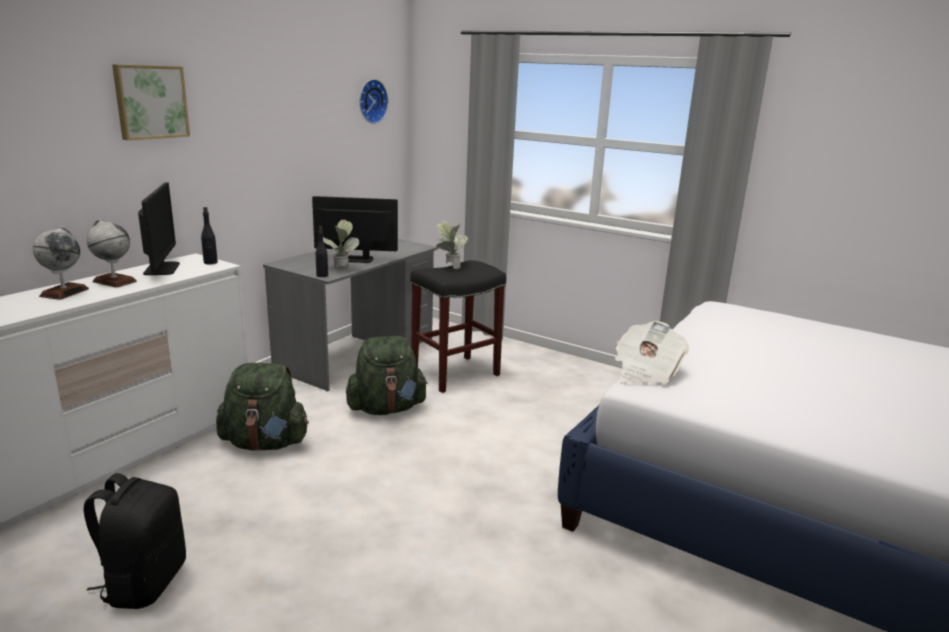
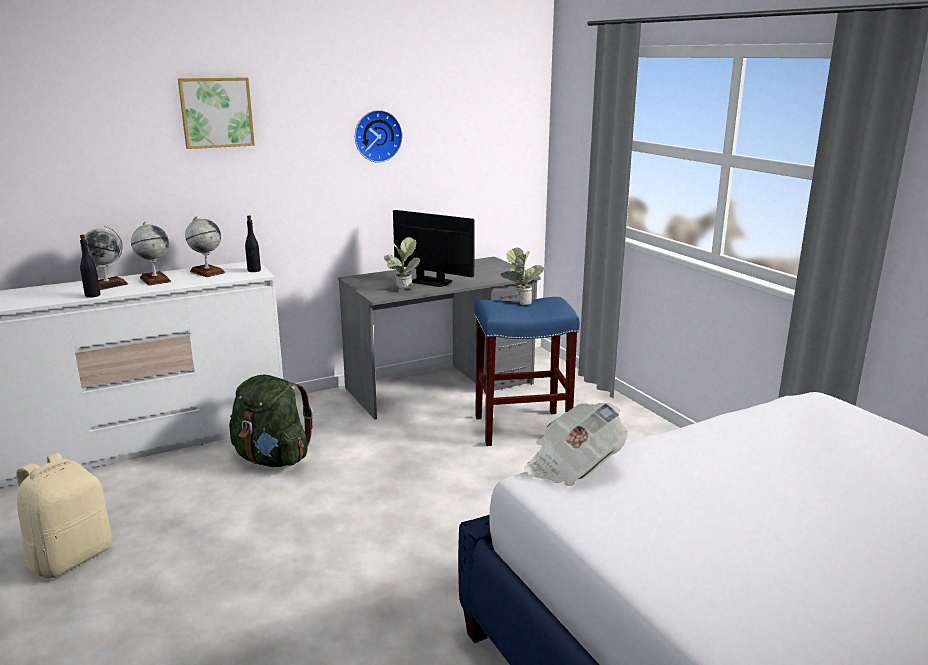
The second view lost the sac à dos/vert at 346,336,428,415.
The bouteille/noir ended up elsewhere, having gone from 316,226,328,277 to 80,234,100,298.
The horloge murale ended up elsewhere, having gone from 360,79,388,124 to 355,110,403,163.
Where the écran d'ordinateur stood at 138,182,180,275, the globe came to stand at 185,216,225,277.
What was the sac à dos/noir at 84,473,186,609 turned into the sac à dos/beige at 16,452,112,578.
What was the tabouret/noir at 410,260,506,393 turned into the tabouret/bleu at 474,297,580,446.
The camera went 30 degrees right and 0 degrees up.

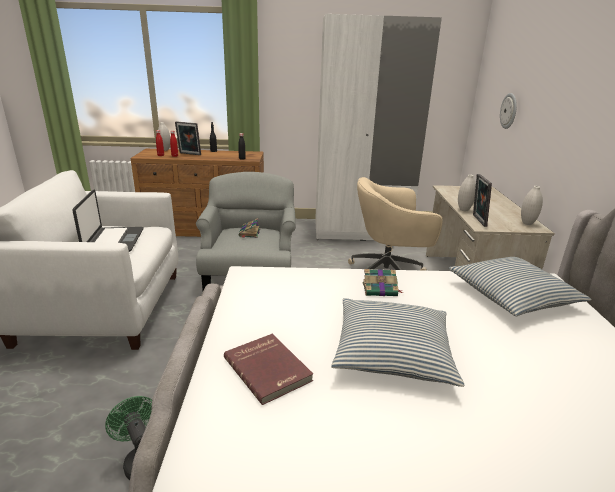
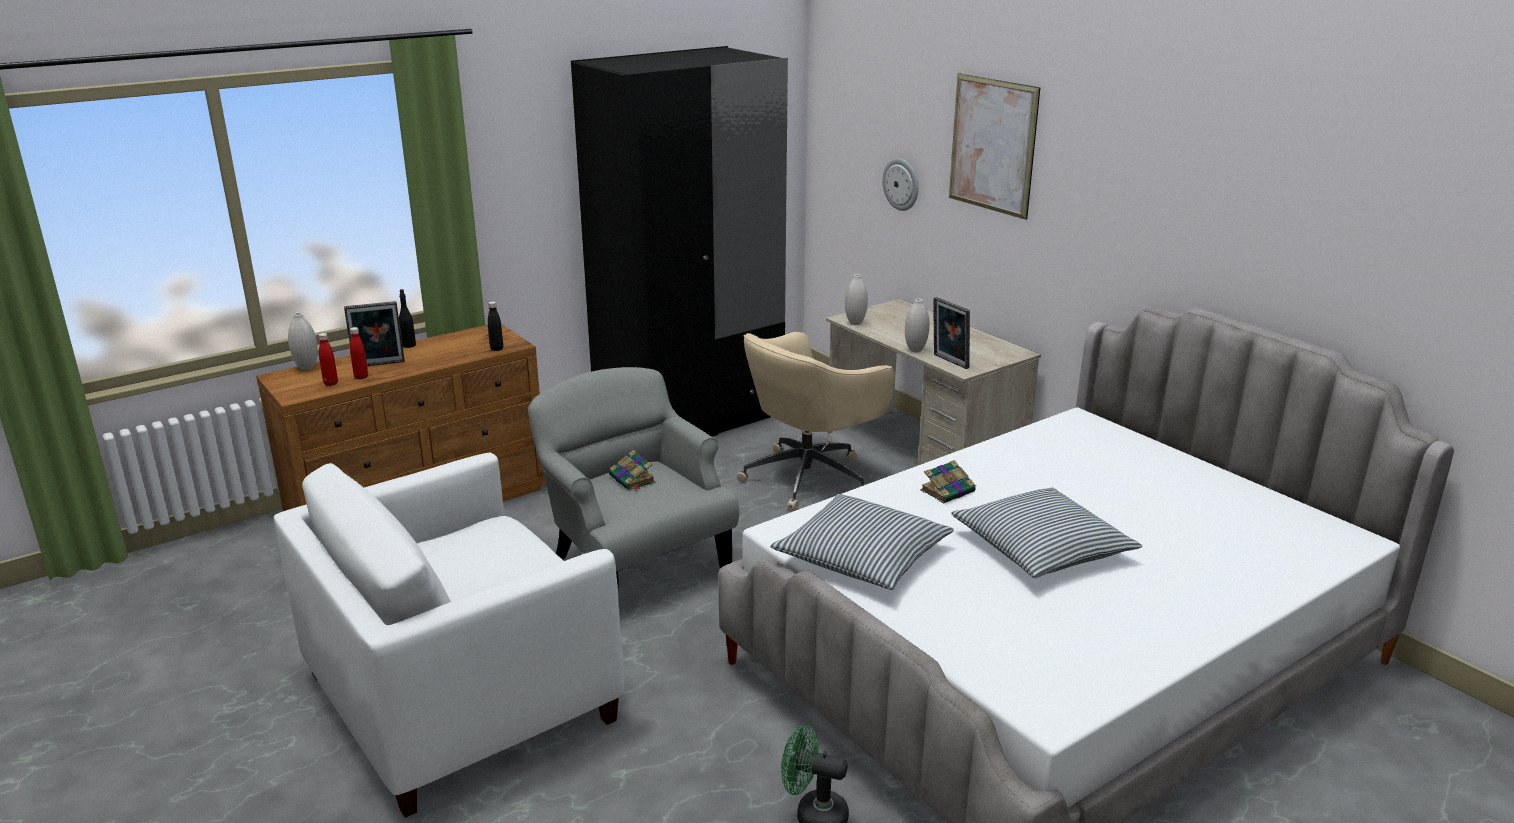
The second view lost the ordinateur portable at 72,190,144,252.
The second view lost the livre/rouge at 224,334,313,405.
The second view gained the tableau at 949,73,1040,220.
The coussin ended up elsewhere, having gone from 449,257,591,316 to 770,494,954,590.
The vase/blanc ended up elsewhere, having gone from 521,186,543,225 to 845,274,868,325.
What was the armoire/blanc at 315,14,442,241 turned into the armoire/noir at 571,46,788,437.
The camera went 35 degrees left and 0 degrees up.

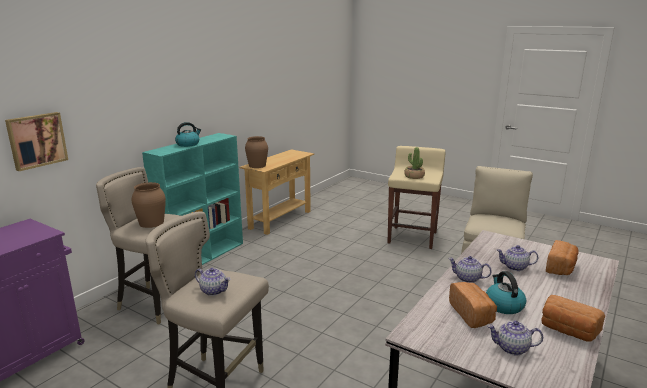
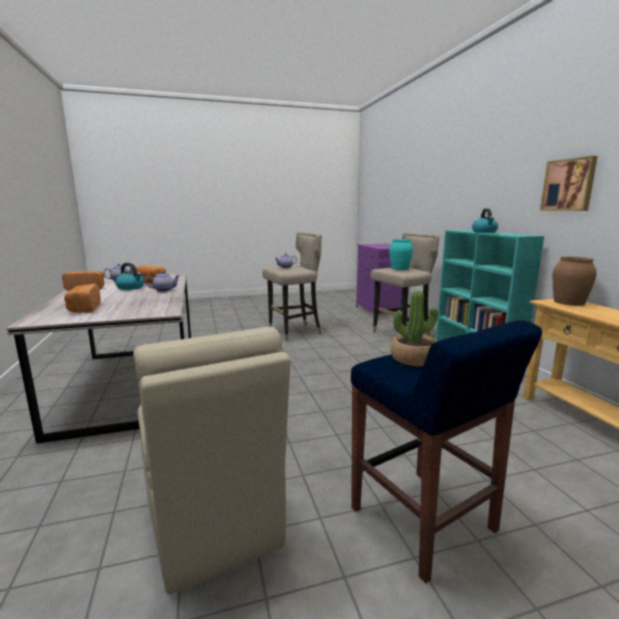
The second view lost the théière at 497,245,538,271.
The tableau ended up elsewhere, having gone from 5,112,68,171 to 540,156,598,211.
What was the vase/marron at 132,182,166,228 turned into the vase/turquoise at 389,239,413,270.
What was the tabouret/beige at 388,146,445,249 turned into the tabouret/bleu at 351,320,542,583.
The camera went 130 degrees right and 5 degrees down.

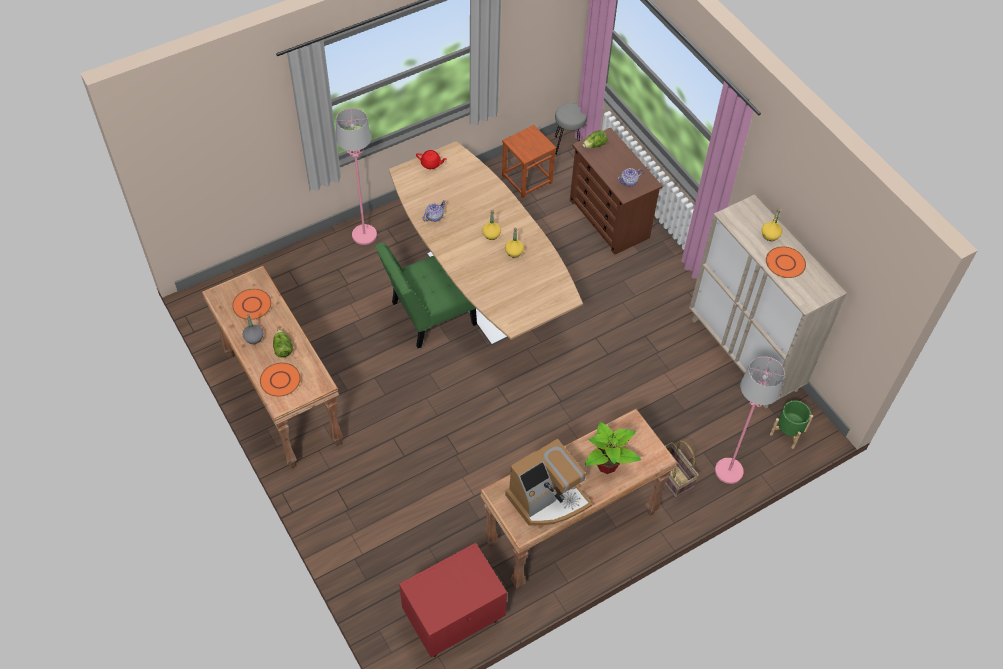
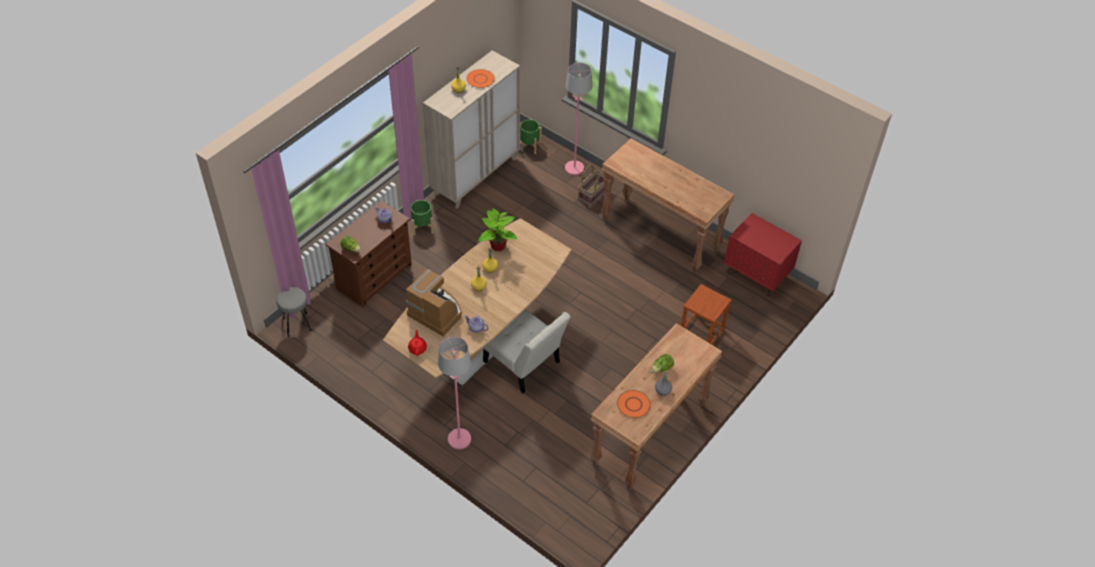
The second view lost the assiette/orange at 260,363,301,397.
The second view gained the cache-pot/vert at 410,200,434,236.
The tabouret/marron ended up elsewhere, having gone from 502,125,556,198 to 681,284,732,344.
The machine à café ended up elsewhere, having gone from 505,439,592,525 to 406,269,462,336.
The plante en pot ended up elsewhere, having gone from 585,422,641,474 to 478,208,517,251.
What was the chaise/vert at 375,243,477,348 turned into the chaise/blanc at 483,309,571,394.
The camera went 110 degrees left and 5 degrees down.

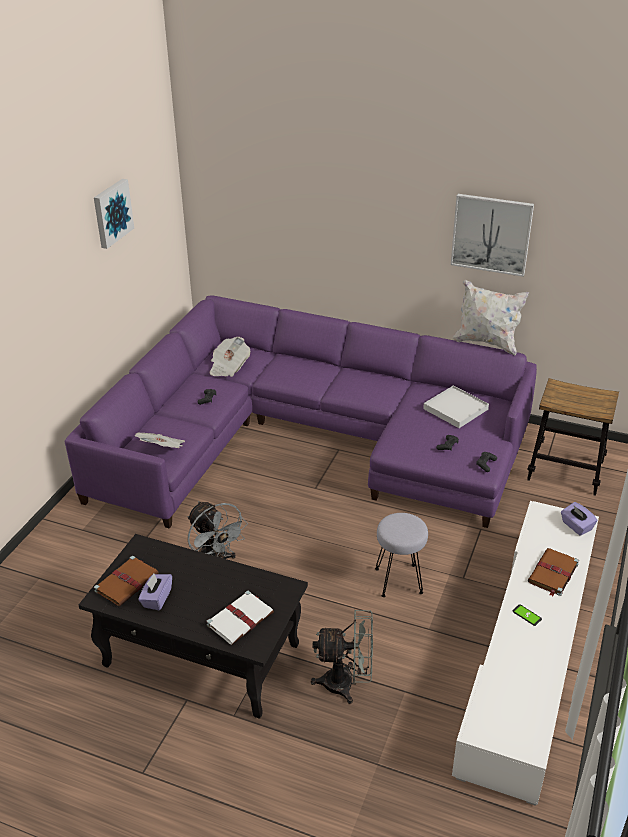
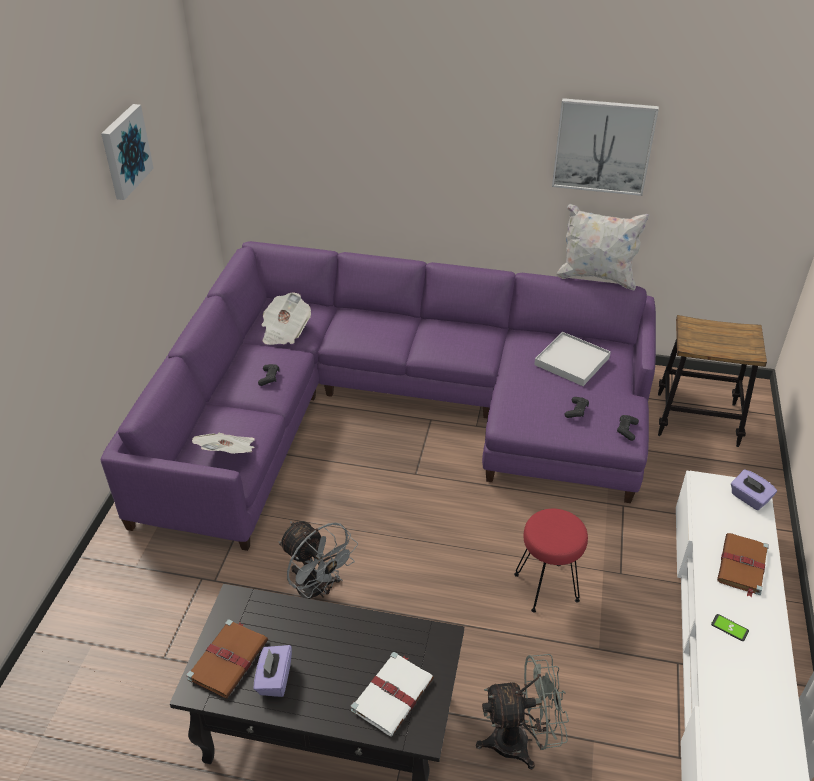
What was the tabouret/gris at 375,513,428,597 turned into the tabouret/rouge at 514,509,588,613.
The camera went 10 degrees left and 5 degrees up.

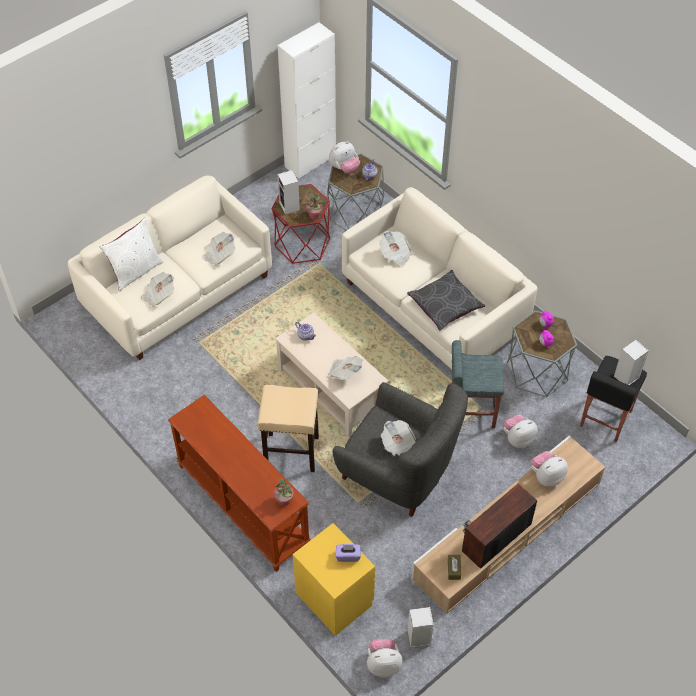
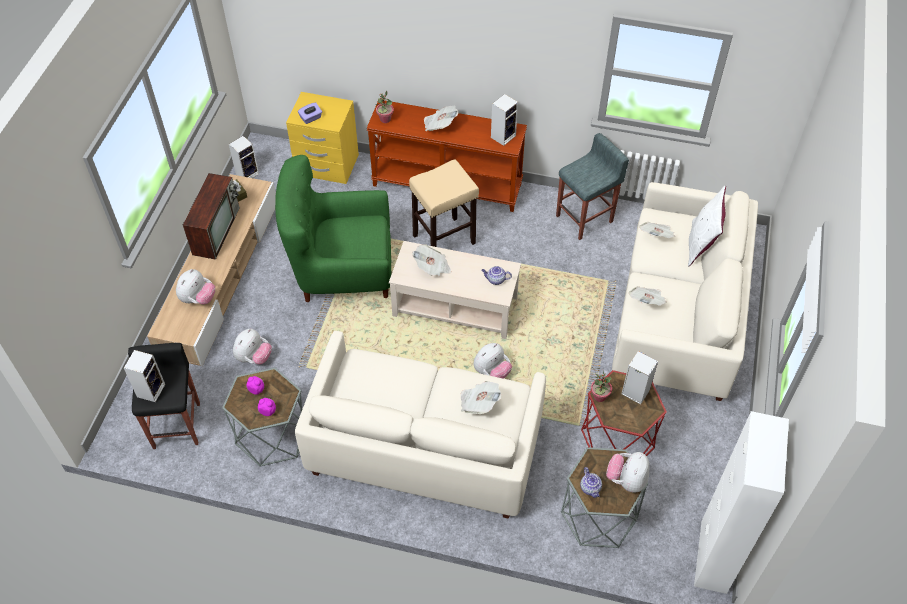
The second view lost the coussin/gris at 407,270,485,330.
The second view gained the enceinte at 491,94,518,146.
The peluche ended up elsewhere, having gone from 367,639,403,678 to 473,343,512,379.
The journal ended up elsewhere, having gone from 381,420,416,456 to 424,106,458,131.
The tabouret/gris ended up elsewhere, having gone from 452,340,504,428 to 556,133,629,240.
What was the fauteuil/gris at 333,382,468,517 turned into the fauteuil/vert at 275,155,391,302.
The camera went 145 degrees right and 0 degrees up.

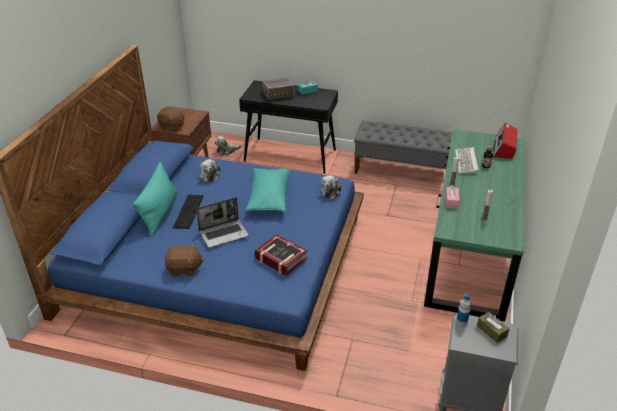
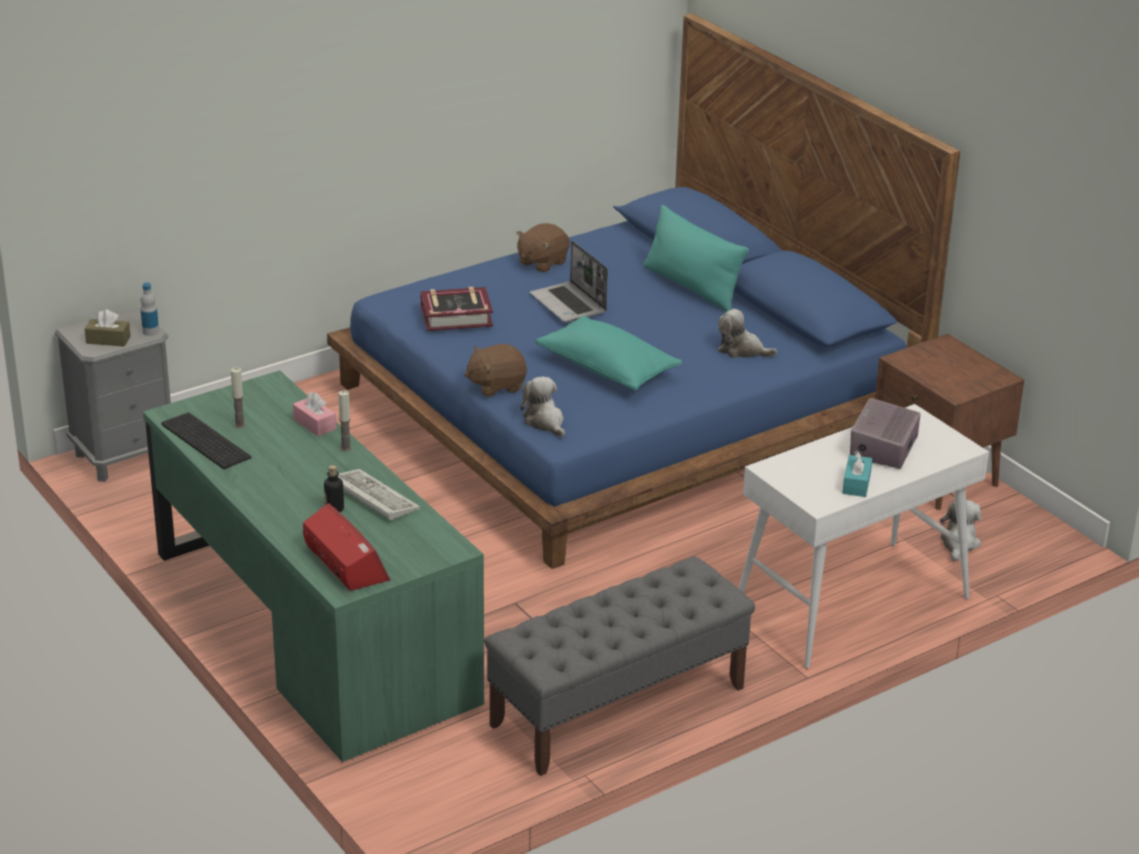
The peluche/marron ended up elsewhere, having gone from 157,106,185,131 to 464,344,527,397.
The clavier ended up elsewhere, having gone from 173,195,204,229 to 161,412,251,469.
What was the table console/noir at 239,80,338,174 turned into the table console/blanc at 738,404,989,668.
The ordinateur portable at 196,197,249,248 ended up facing another way, 45 degrees counterclockwise from before.
The camera went 130 degrees right and 5 degrees down.

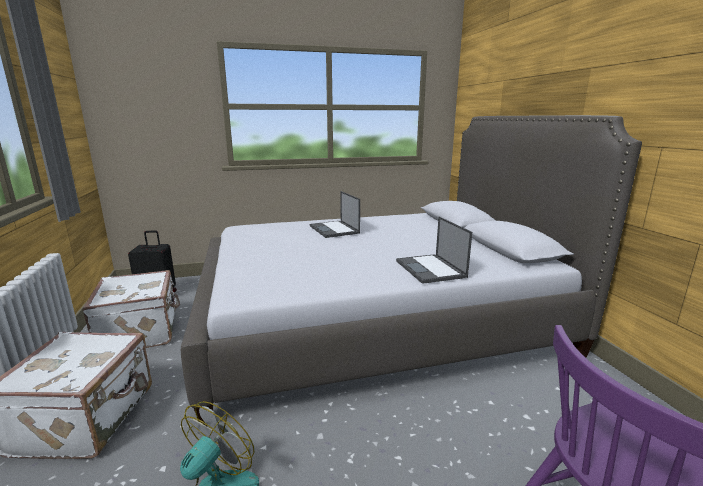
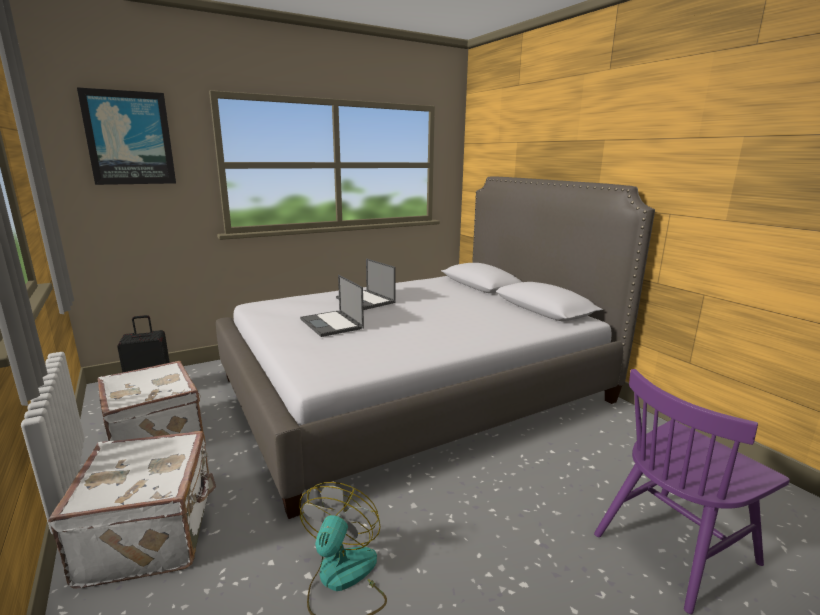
The second view gained the tableau at 77,87,176,185.
The ordinateur portable ended up elsewhere, having gone from 396,217,472,284 to 300,275,364,337.
The camera went 15 degrees left and 0 degrees up.

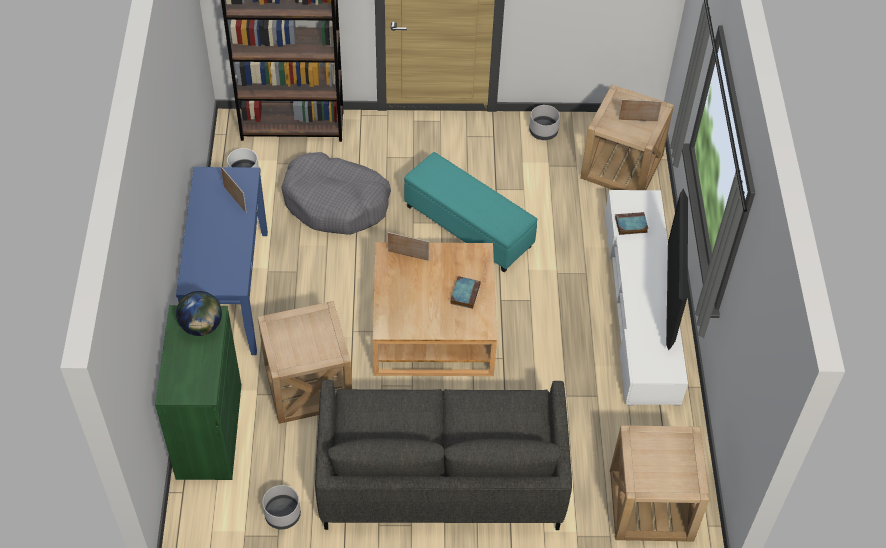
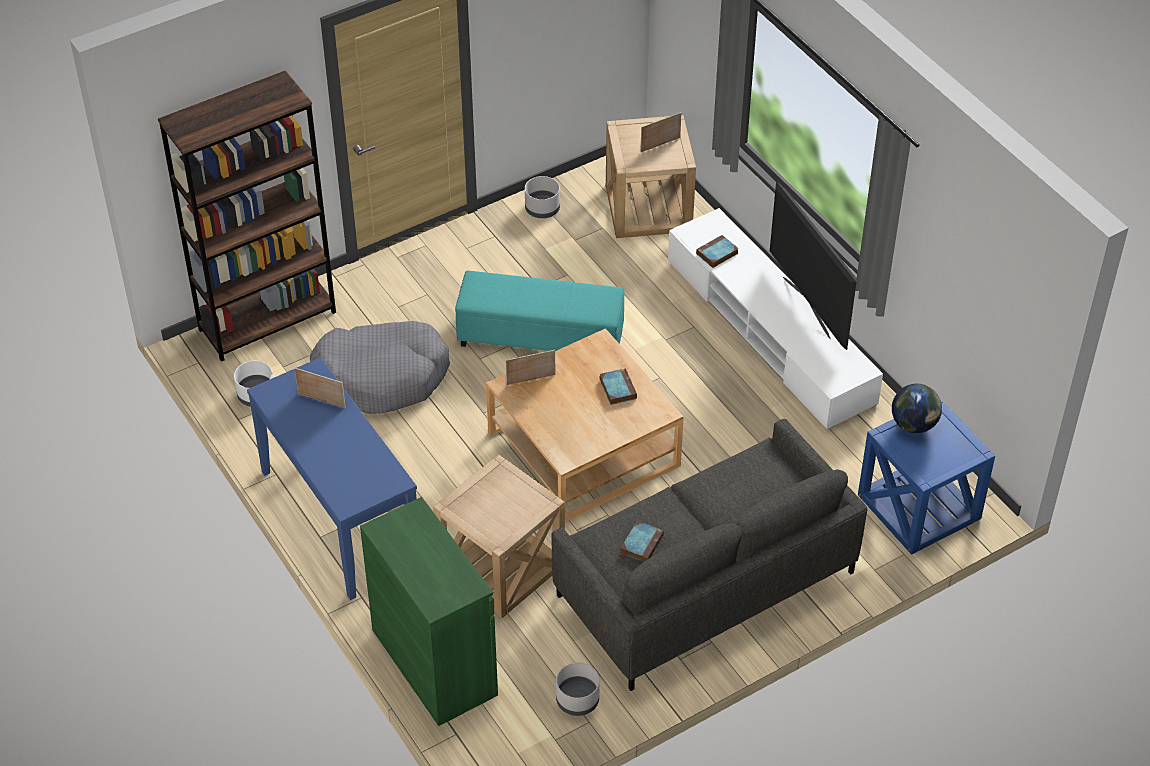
The second view gained the livre at 621,521,664,562.
The globe ended up elsewhere, having gone from 176,291,222,336 to 892,384,942,433.
What was the table d'appoint/beige at 610,425,709,541 turned into the table d'appoint/bleu at 858,399,995,555.
The camera went 30 degrees left and 5 degrees down.

